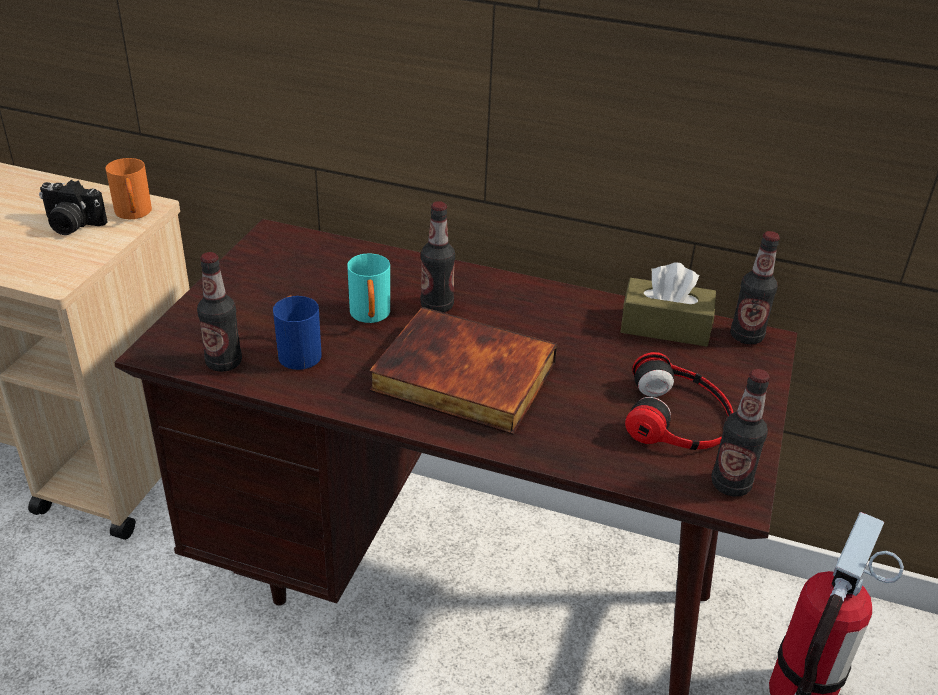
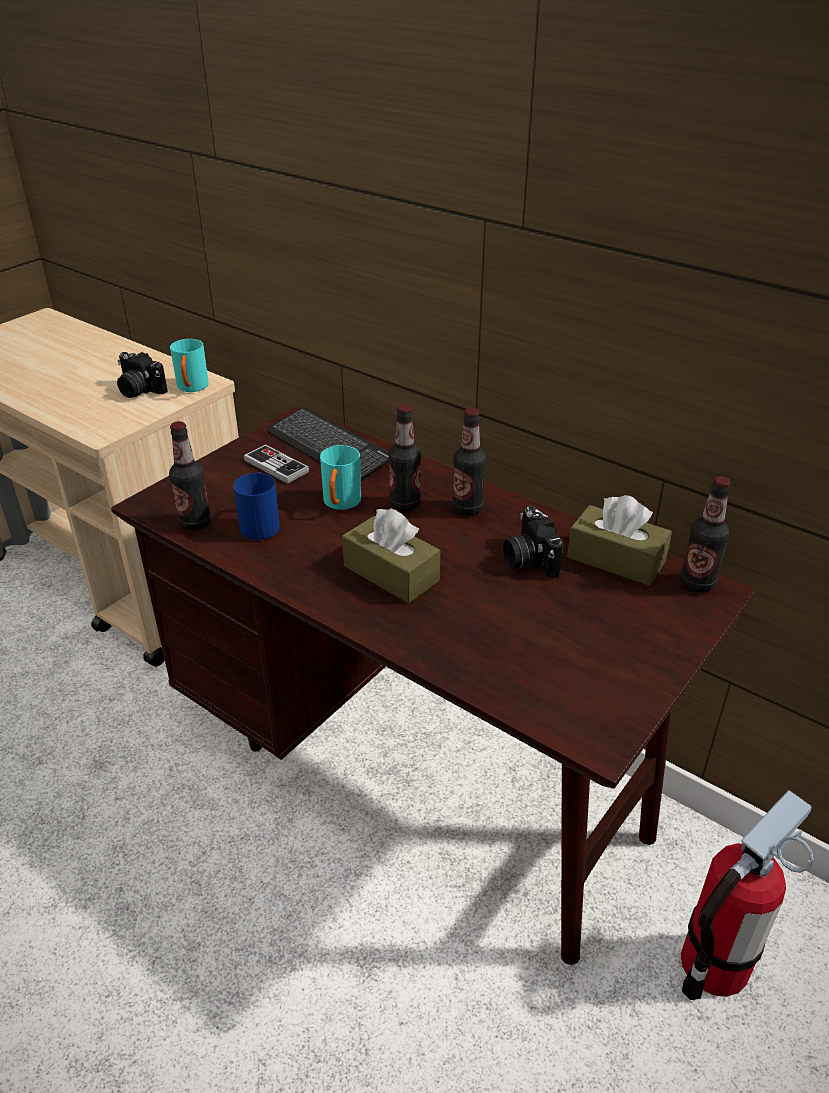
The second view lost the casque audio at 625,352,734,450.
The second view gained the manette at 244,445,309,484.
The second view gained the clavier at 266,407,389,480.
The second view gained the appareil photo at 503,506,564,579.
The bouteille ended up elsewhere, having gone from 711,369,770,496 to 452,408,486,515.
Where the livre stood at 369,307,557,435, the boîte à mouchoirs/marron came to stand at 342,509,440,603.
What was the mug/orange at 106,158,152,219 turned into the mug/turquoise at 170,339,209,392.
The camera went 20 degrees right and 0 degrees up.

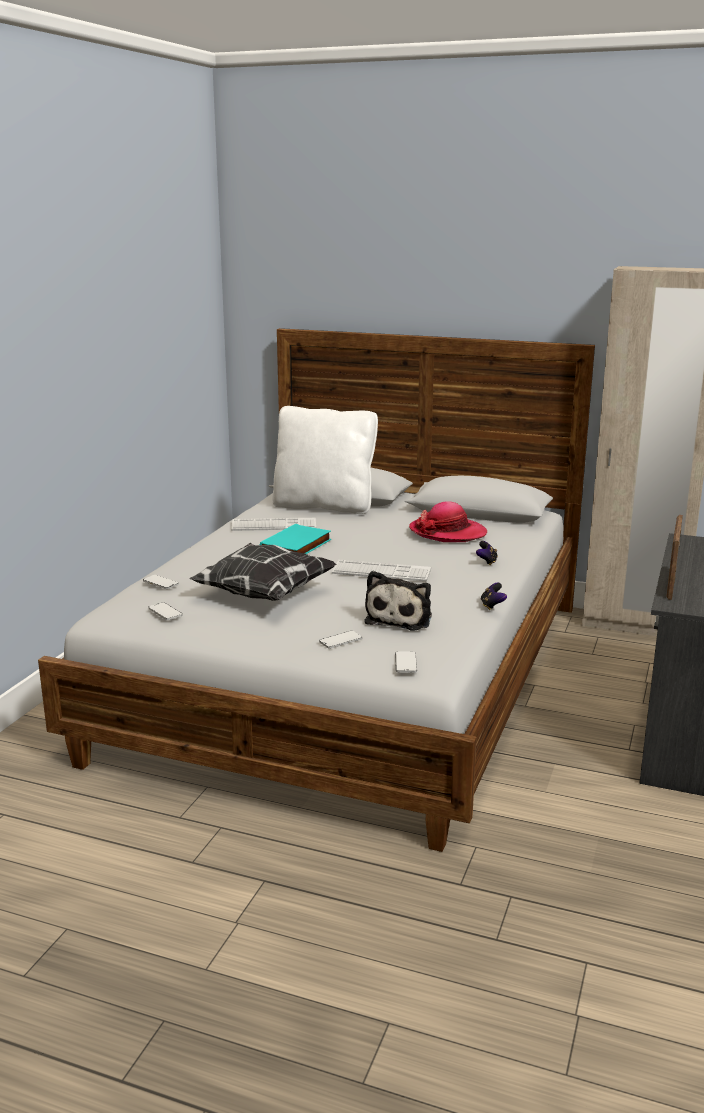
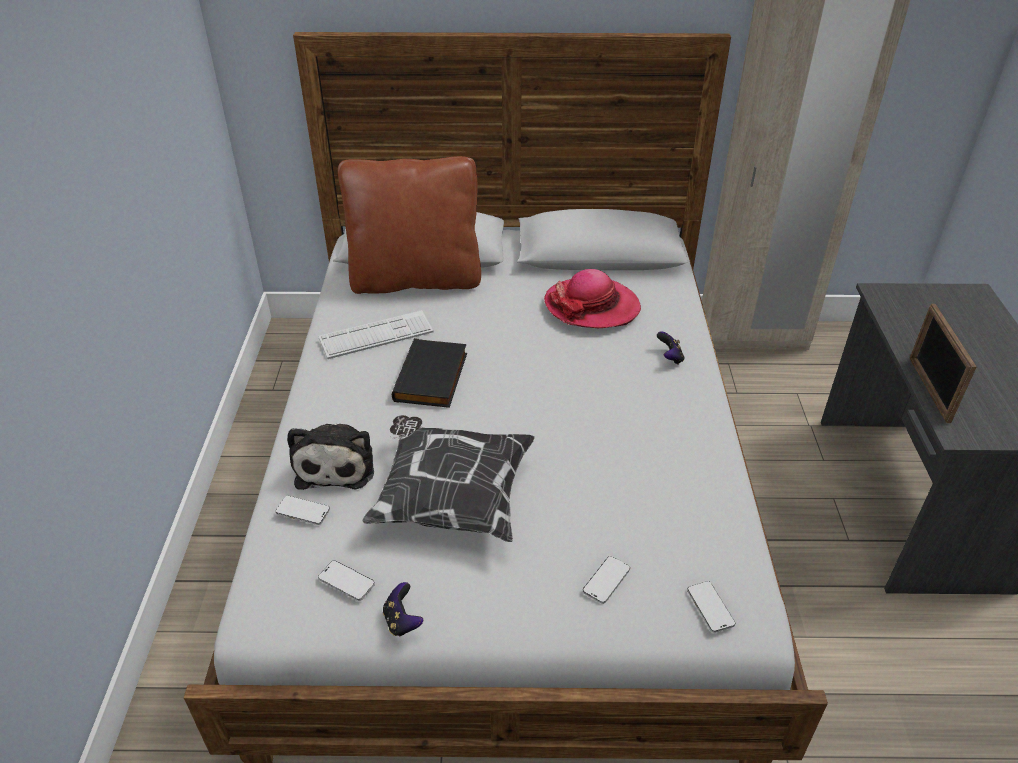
The second view lost the clavier at 332,560,431,581.
The peluche ended up elsewhere, having gone from 364,571,432,631 to 287,424,374,490.
The manette ended up elsewhere, having gone from 481,582,507,610 to 383,582,423,636.
What was the livre/turquoise at 260,524,331,554 turned into the livre/noir at 392,338,467,408.
What was the coussin/blanc at 273,406,378,514 turned into the coussin/marron at 338,156,481,294.
The camera went 20 degrees left and 20 degrees up.

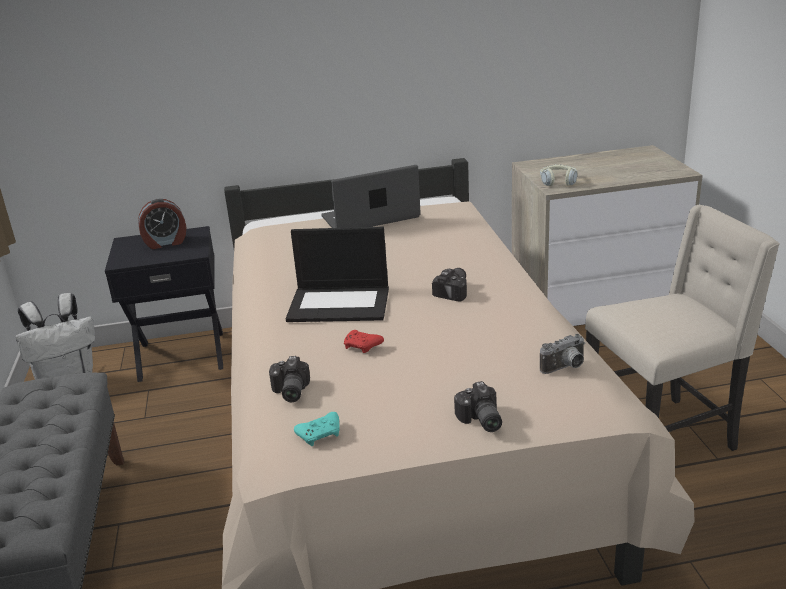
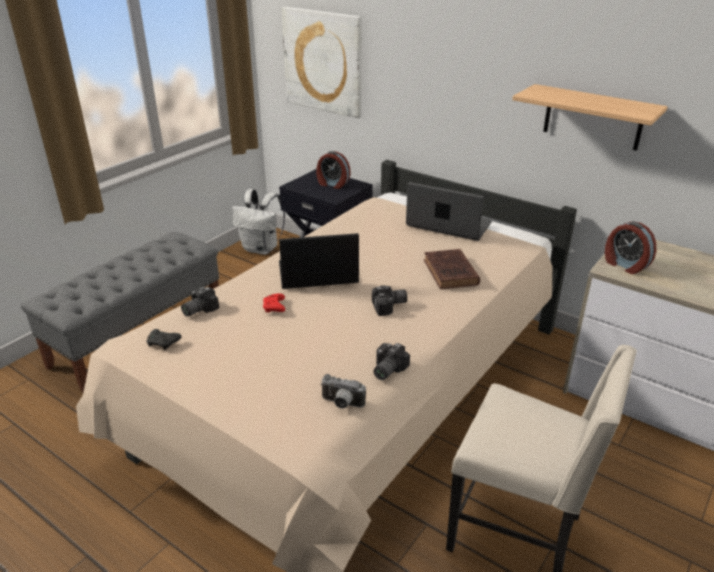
The second view gained the tableau at 282,7,362,118.
The second view gained the livre/marron at 424,249,480,289.
The second view gained the étagère at 512,84,668,151.
The appareil photo ended up elsewhere, having gone from 454,381,502,432 to 373,343,410,380.
Where the casque audio stood at 540,164,577,186, the réveil came to stand at 605,221,656,274.
What was the manette/turquoise at 294,412,339,446 turned into the manette/noir at 147,329,181,350.
The ordinateur portable at 286,227,389,322 ended up facing another way, 120 degrees clockwise from before.
The camera went 45 degrees right and 5 degrees up.

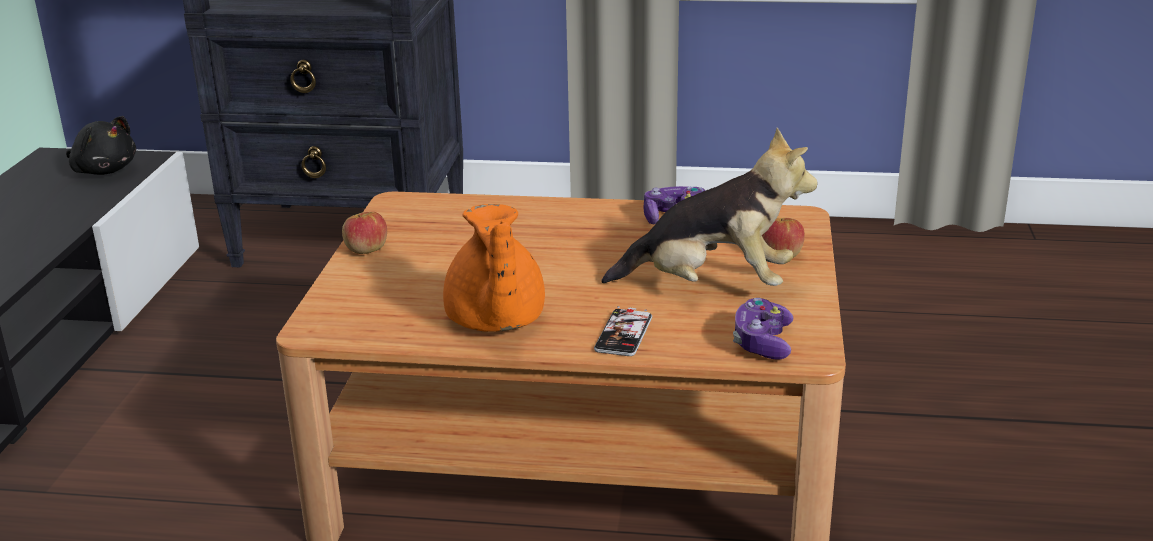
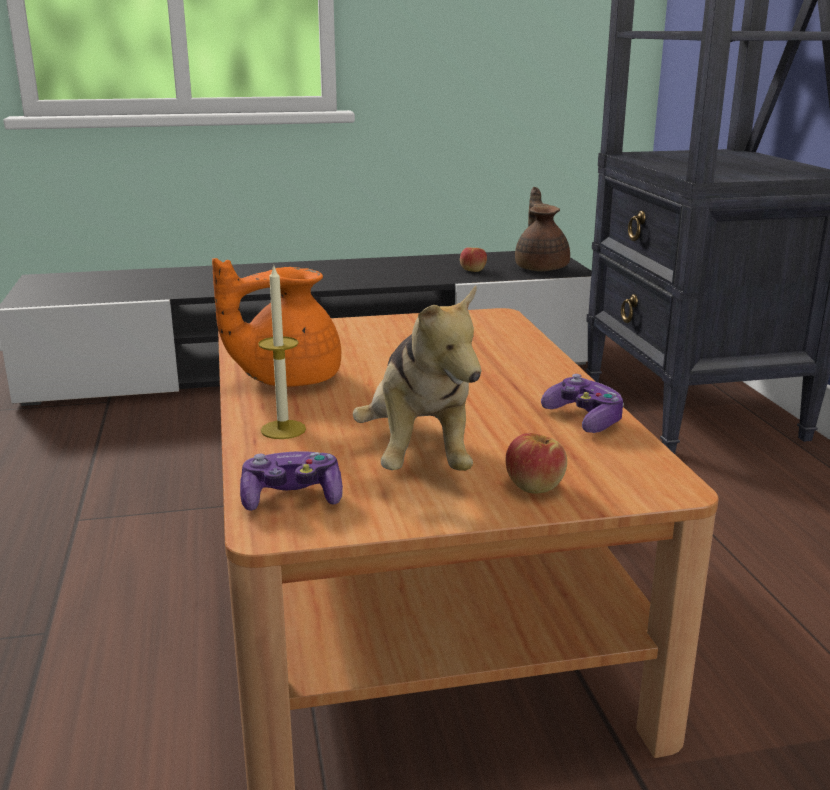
The pomme ended up elsewhere, having gone from 342,212,387,254 to 460,247,487,272.
Where the peluche/noir stood at 66,116,136,175, the théière/marron came to stand at 515,187,570,271.
Where the téléphone stood at 594,306,652,356, the bougie came to stand at 258,264,306,439.
The camera went 70 degrees right and 5 degrees down.

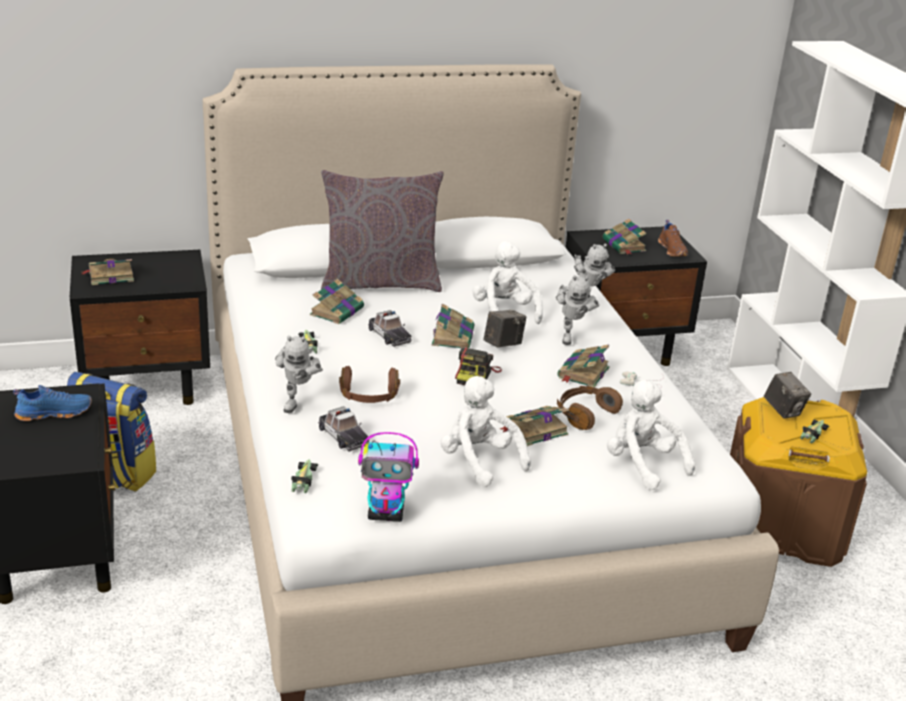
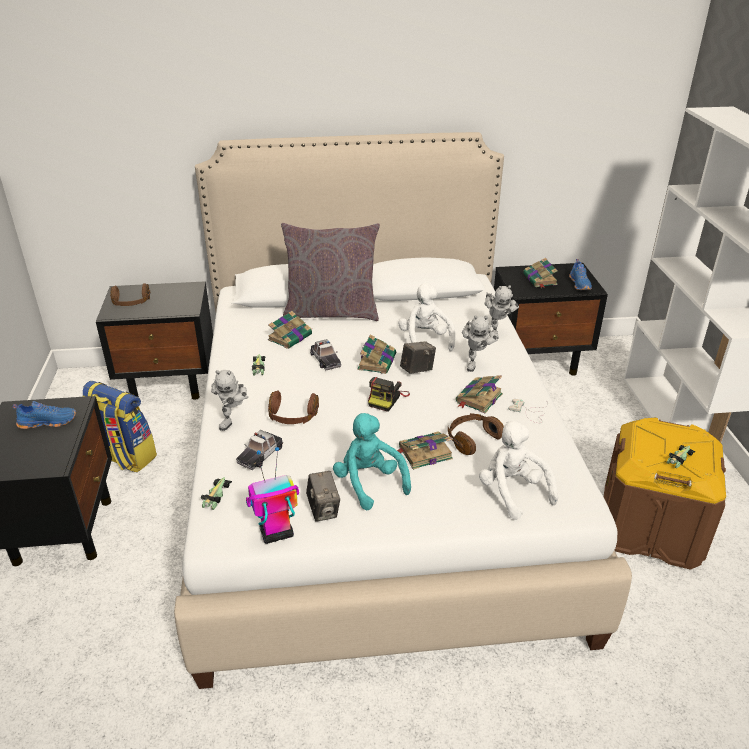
The appareil photo ended up elsewhere, having gone from 764,372,811,419 to 306,471,340,522.
Where the livre stood at 82,259,134,285, the casque audio/marron came to stand at 110,283,151,306.
What was the peluche/blanc at 441,376,531,487 turned into the peluche/turquoise at 333,413,411,510.
What was the chaussure/marron at 658,220,688,257 turned into the chaussure/bleu at 569,259,592,290.
The petite voiture at 318,406,369,452 ended up facing another way, 60 degrees clockwise from before.
The robot jouet at 358,432,419,522 ended up facing another way, 150 degrees clockwise from before.
The camera went 10 degrees right and 5 degrees up.

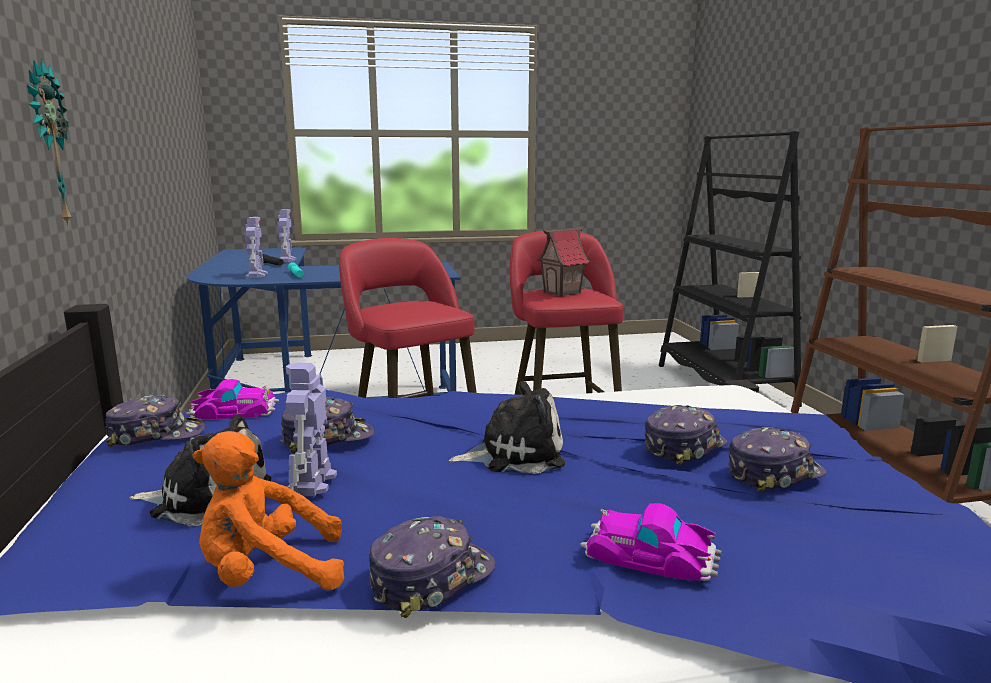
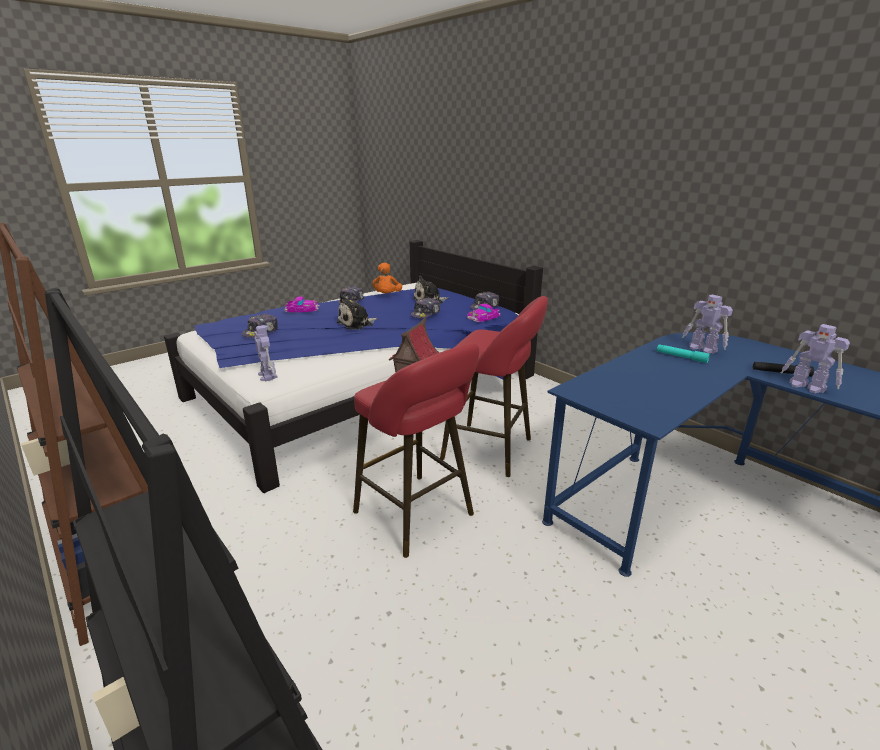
The second view lost the horloge murale at 27,59,72,227.
The second view lost the casquette at 644,405,727,465.
The robot jouet ended up elsewhere, having gone from 286,363,337,496 to 254,325,278,381.
The peluche/orange at 193,431,344,590 ended up facing another way, 135 degrees clockwise from before.
The camera went 150 degrees right and 10 degrees up.

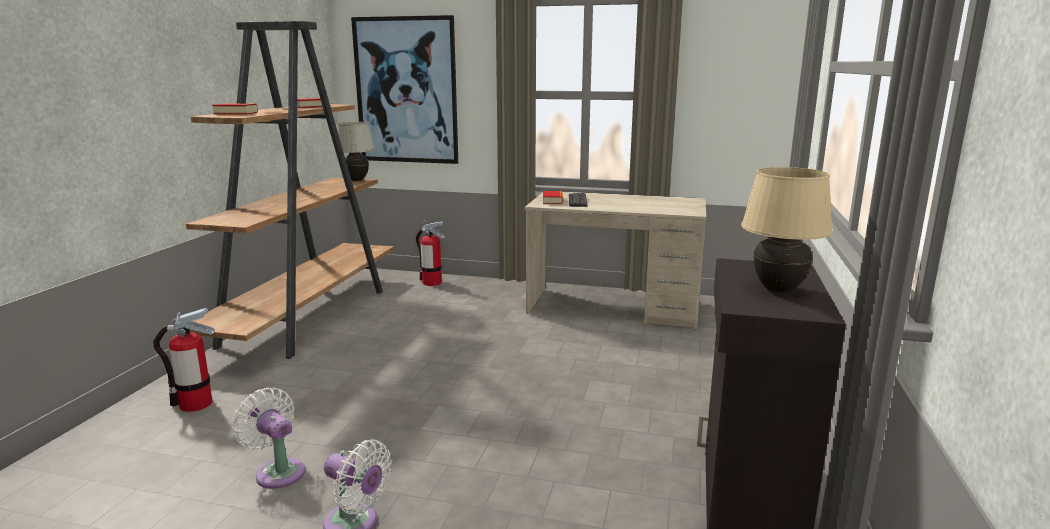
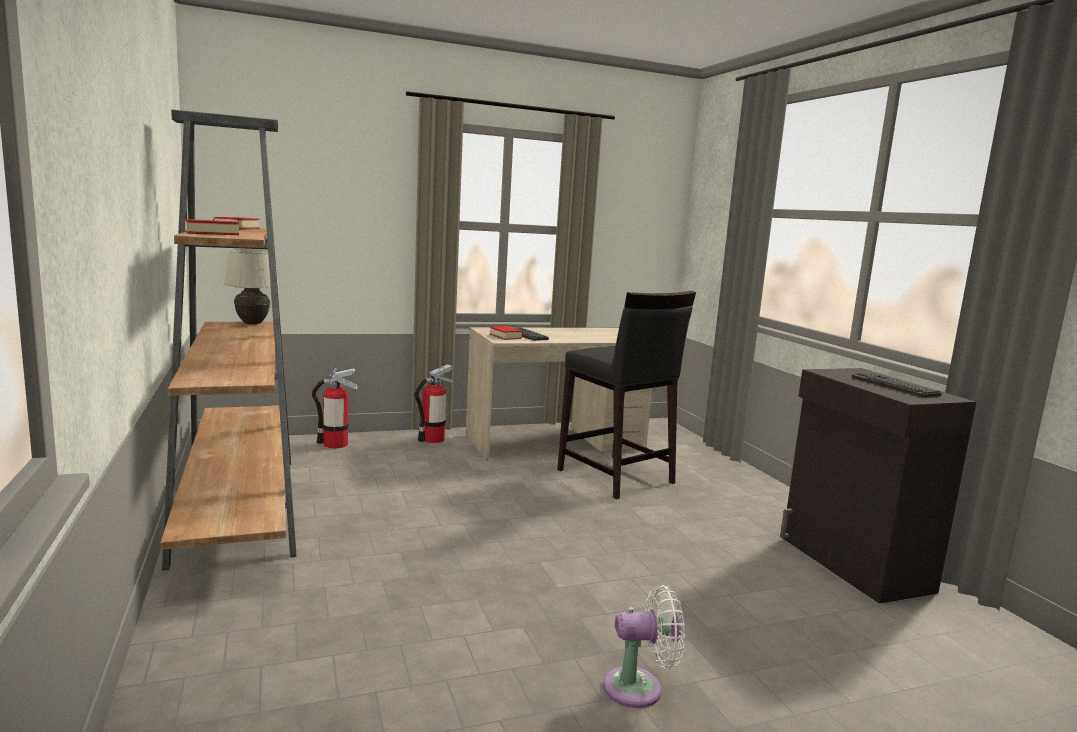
The second view lost the ventilateur/blanc at 232,387,305,489.
The second view lost the tableau at 351,15,458,164.
The second view gained the tabouret/noir at 557,291,696,500.
The extincteur ended up elsewhere, having gone from 153,308,215,412 to 414,364,454,443.
Where the lampe de table/beige stood at 741,167,833,293, the clavier came to stand at 852,372,942,398.
The camera went 35 degrees left and 5 degrees down.

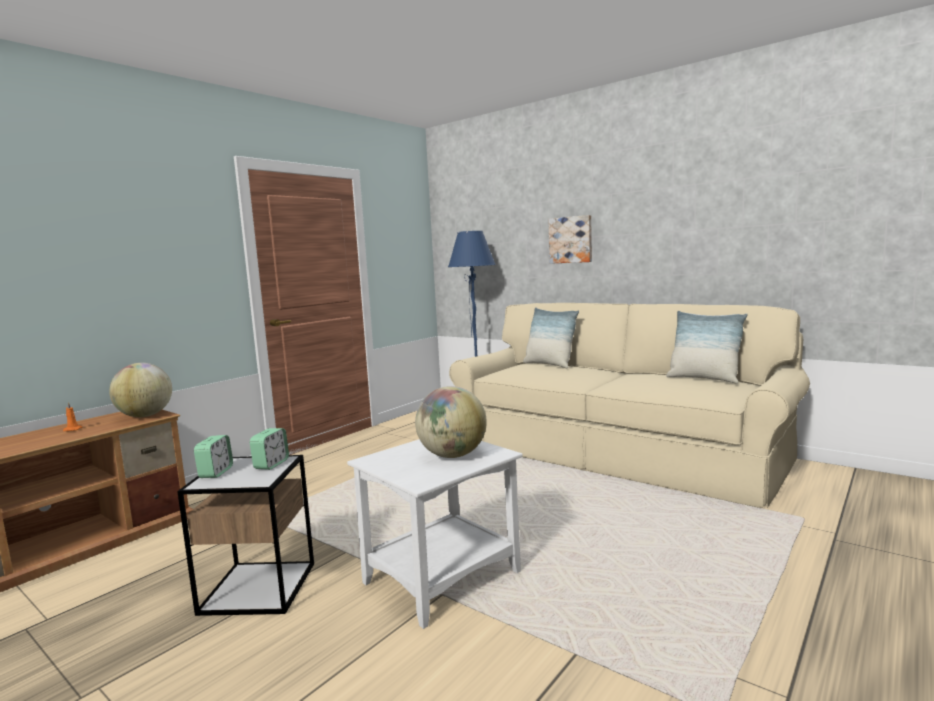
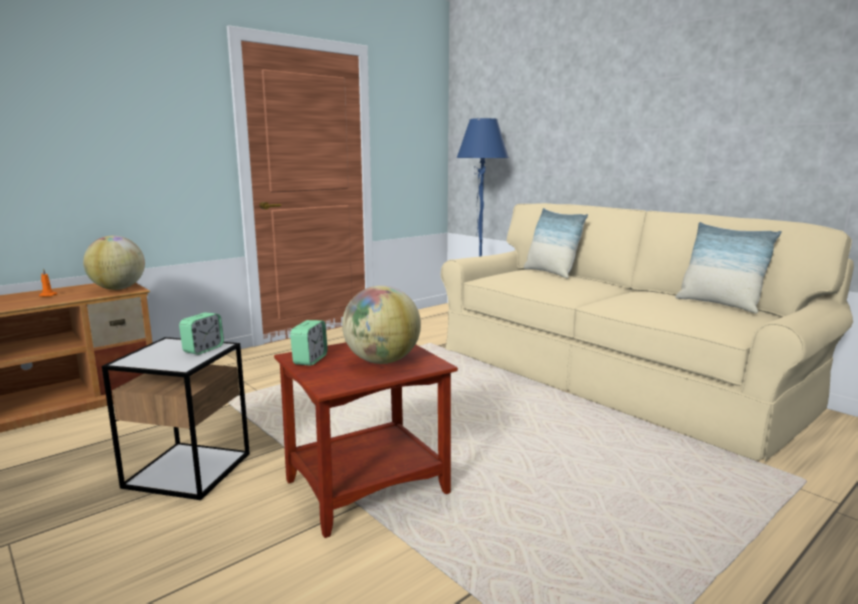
The second view lost the tableau at 548,215,592,264.
The réveil ended up elsewhere, having gone from 194,435,233,478 to 290,320,328,366.
What was the table d'appoint/blanc at 347,439,523,629 turned into the table d'appoint/marron at 274,342,458,538.
The camera went 10 degrees right and 5 degrees up.

